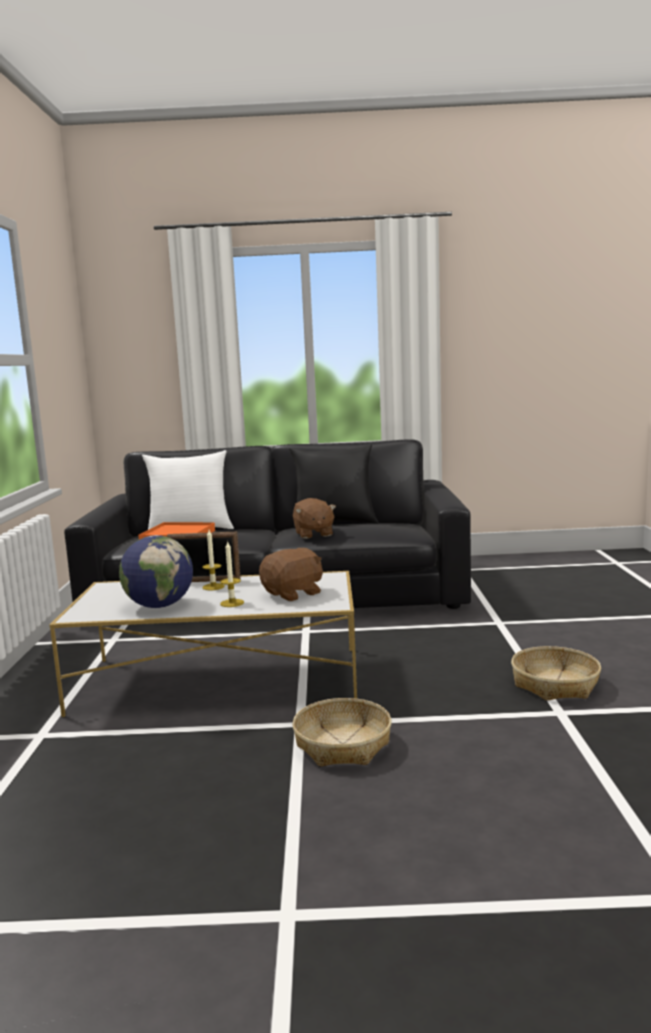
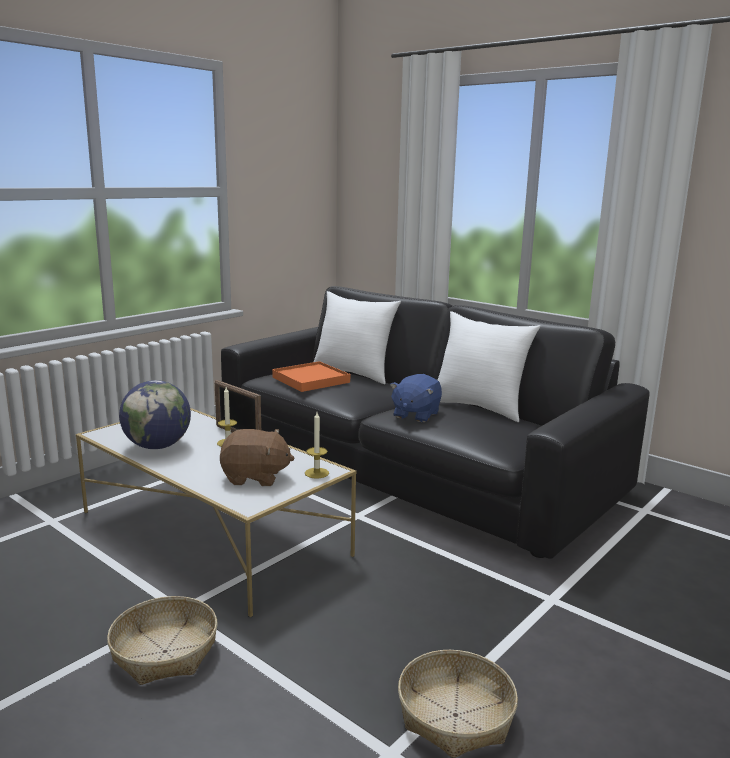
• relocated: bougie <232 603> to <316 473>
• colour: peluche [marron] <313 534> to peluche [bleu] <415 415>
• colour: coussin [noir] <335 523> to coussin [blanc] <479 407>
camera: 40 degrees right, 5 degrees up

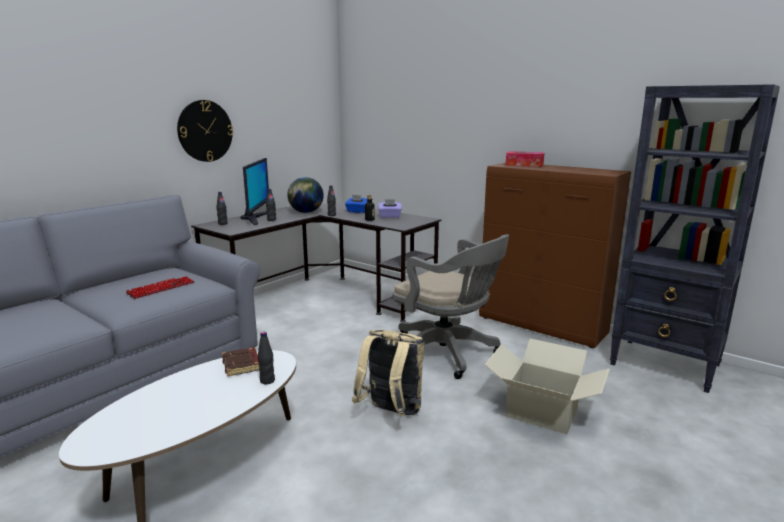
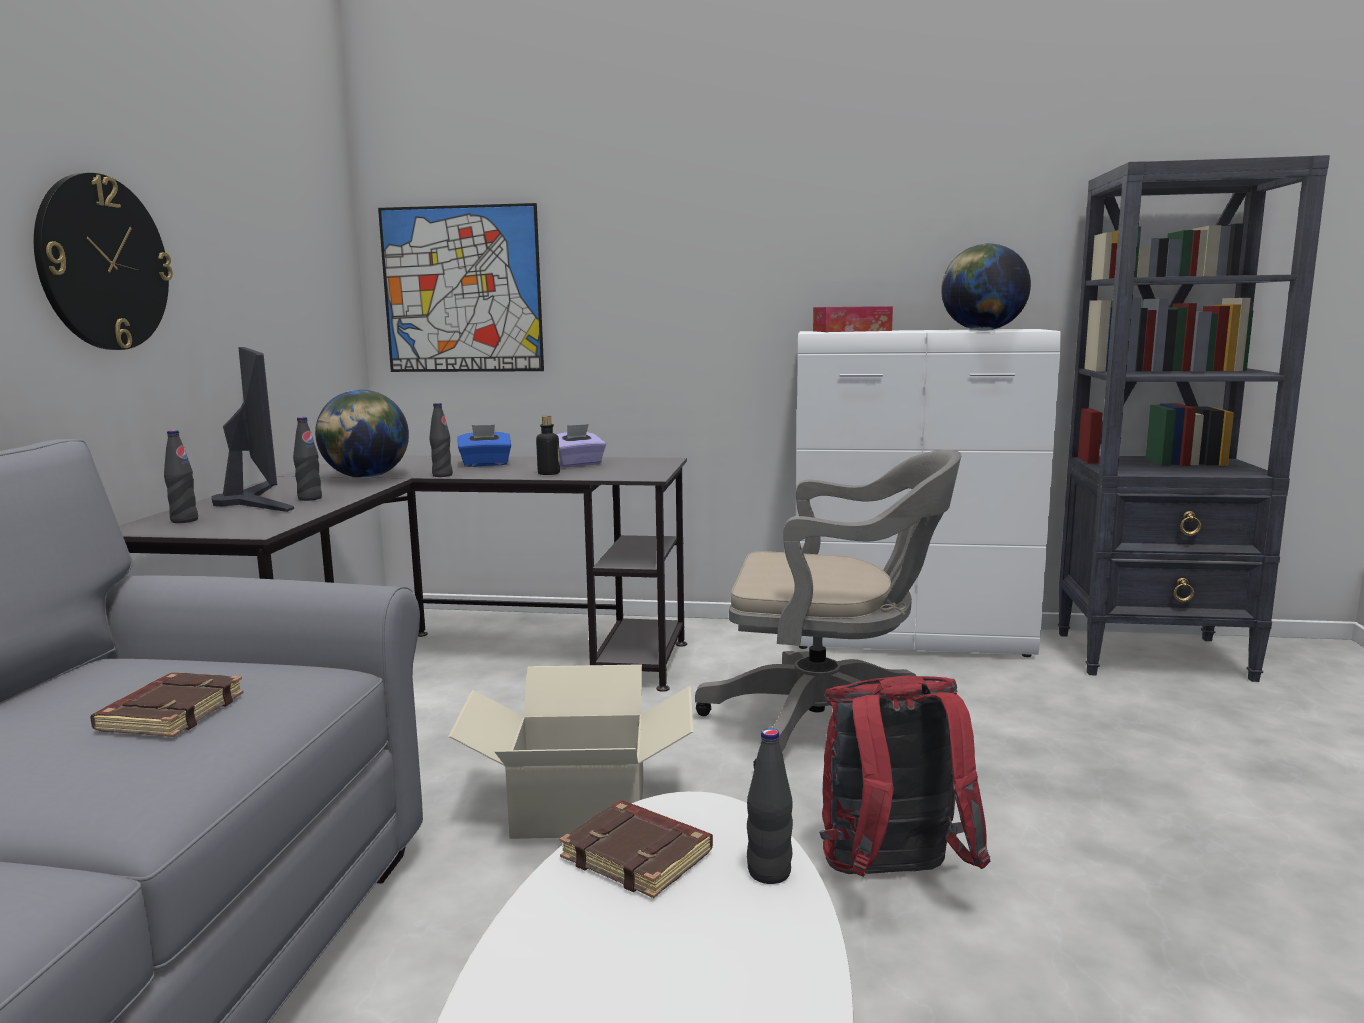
• exchanged: clavier <161 288> to livre [marron] <171 713>
• appeared: tableau <462 290>
• relocated: carton <542 412> to <580 808>
• colour: meuble de rangement [marron] <542 326> to meuble de rangement [blanc] <912 641>
• colour: sac à dos [beige] <391 413> to sac à dos [rouge] <891 877>
• appeared: globe <982 330>
camera: 30 degrees left, 5 degrees down

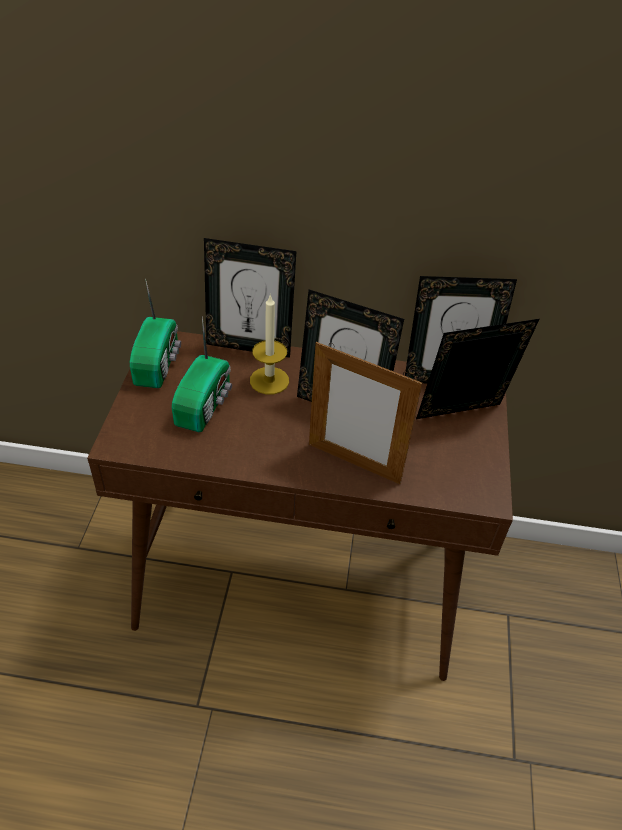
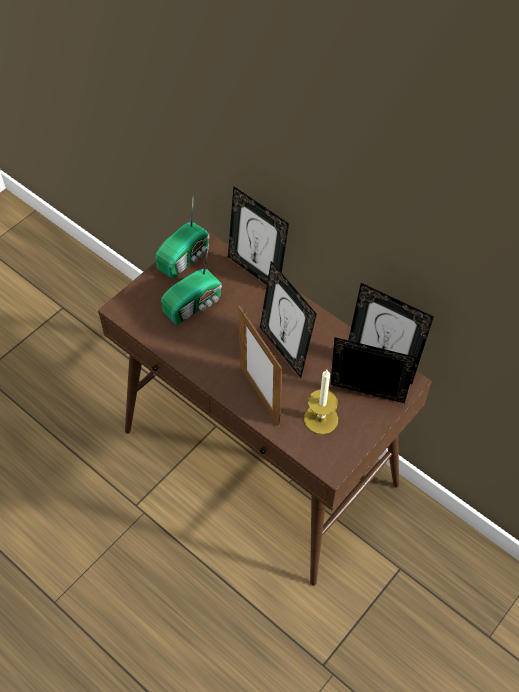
• relocated: bougie <269 380> to <321 419>
camera: 35 degrees right, 10 degrees up

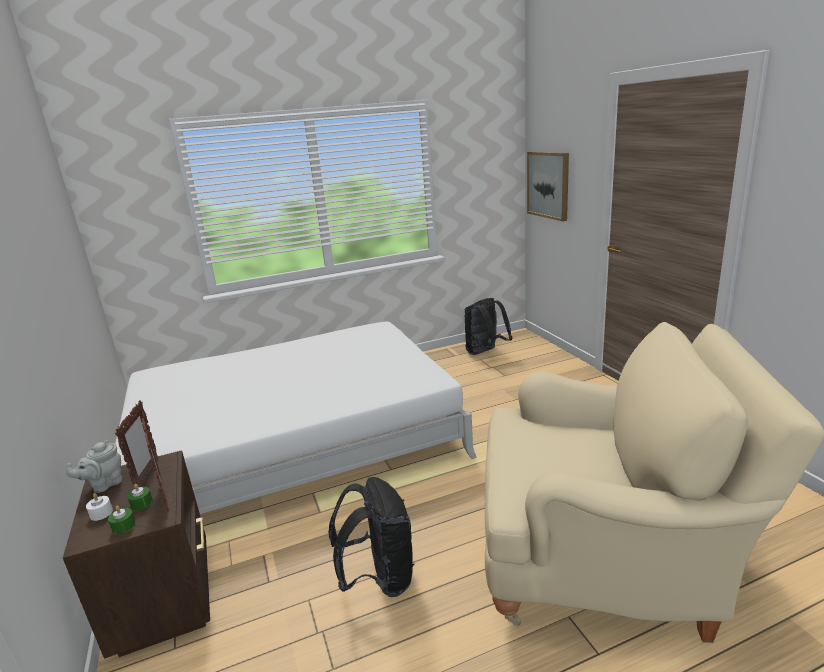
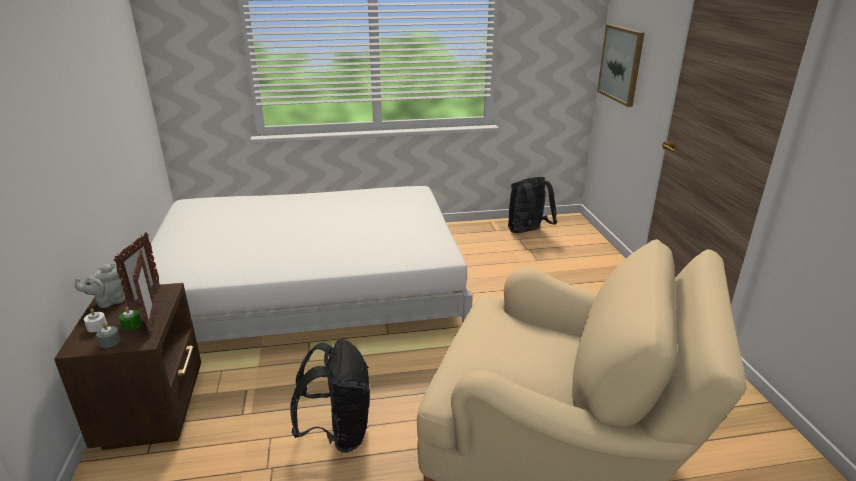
• colour: bougie [vert] <123 526> to bougie [gris] <110 342>
camera: 10 degrees right, 5 degrees up

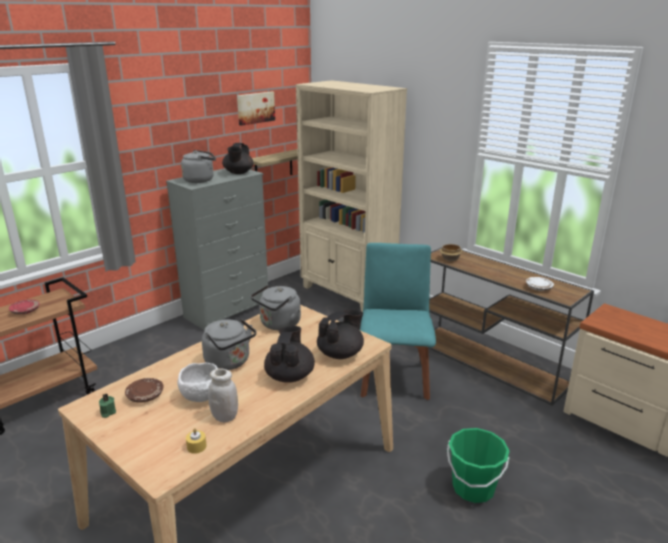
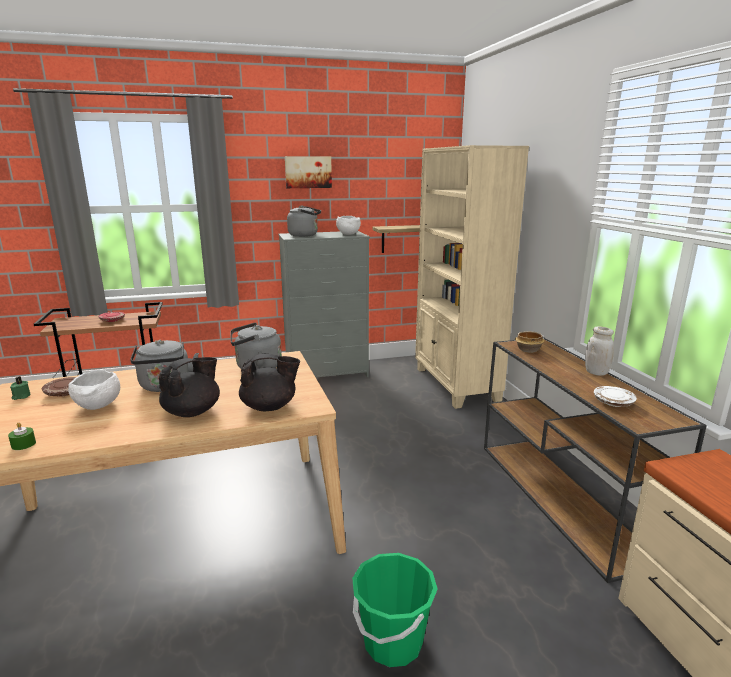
• colour: bougie [jaune] <196 446> to bougie [vert] <23 444>
• relocated: tableau <255 108> to <308 172>
• exchanged: théière [noir] <238 173> to bol [blanc] <347 234>
• relocated: bocal [blanc] <225 417> to <596 372>
• missing: chaise [turquoise] <394 377>
camera: 30 degrees right, 5 degrees down

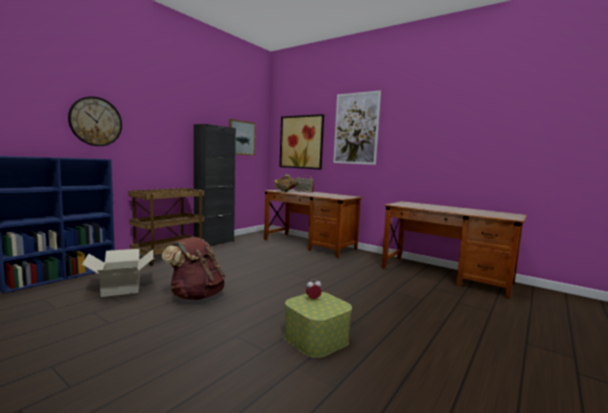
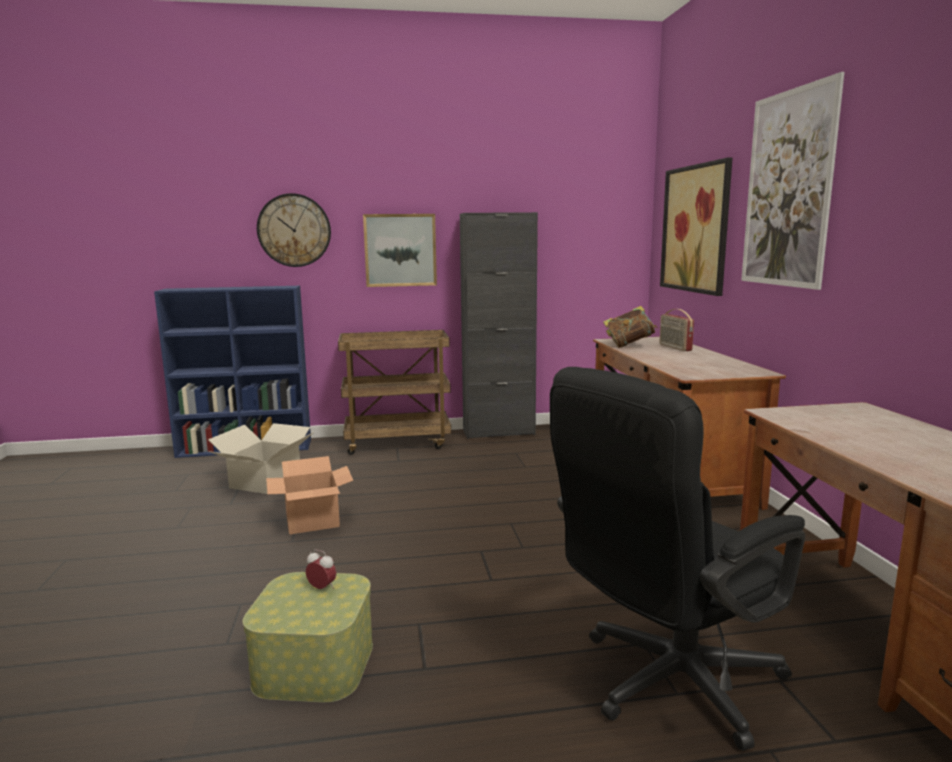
• exchanged: sac à dos [marron] <196 295> to carton <313 520>
• relocated: tableau <241 138> to <400 250>
• appeared: chaise de bureau [noir] <666 684>
camera: 45 degrees right, 5 degrees up

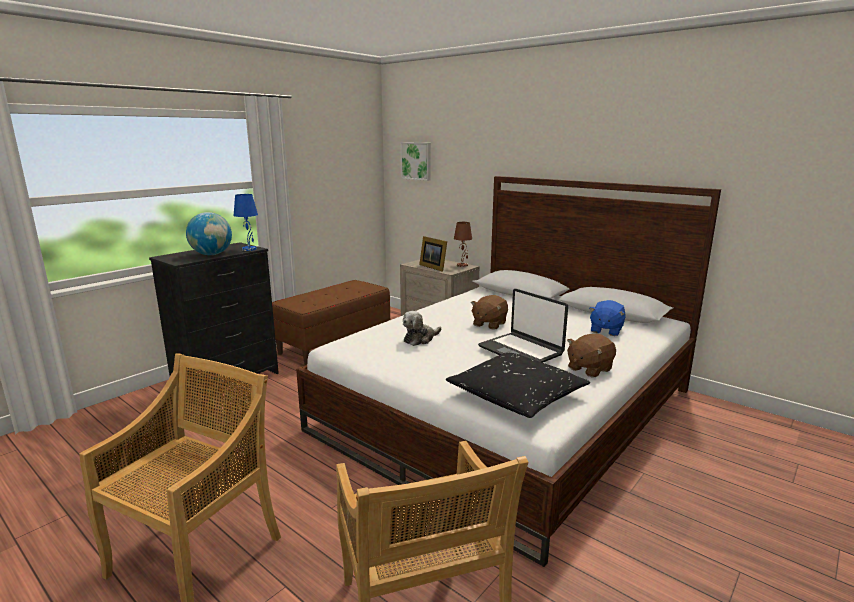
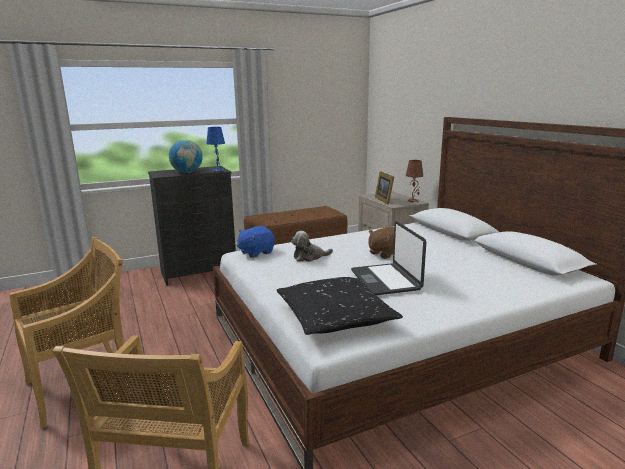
• relocated: peluche [bleu] <605 330> to <256 252>
• missing: tableau <416 161>
• missing: peluche [marron] <589 369>
camera: 25 degrees right, 0 degrees up

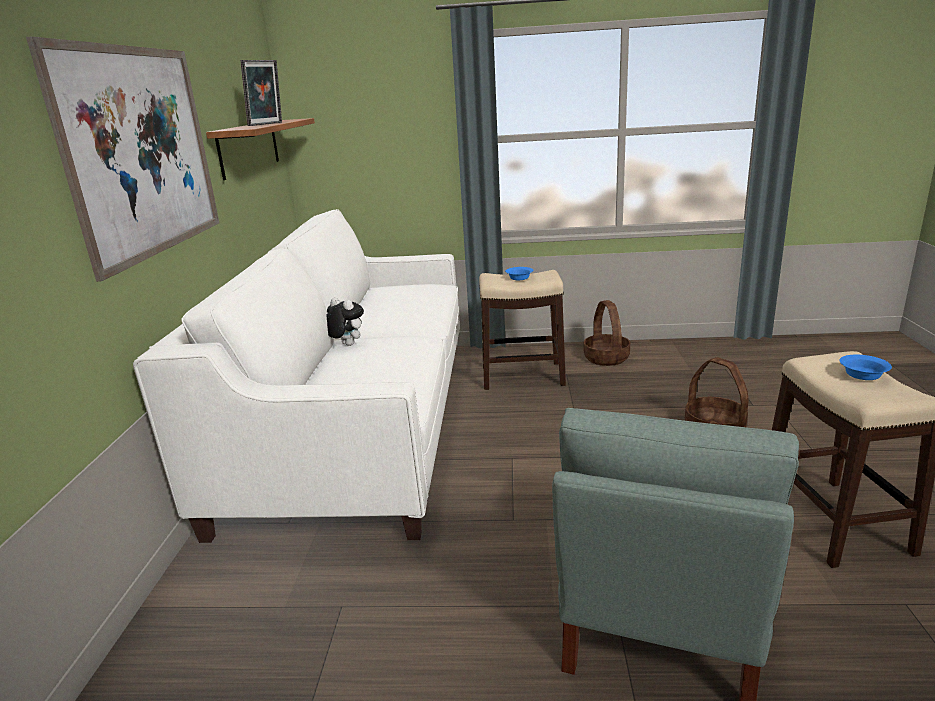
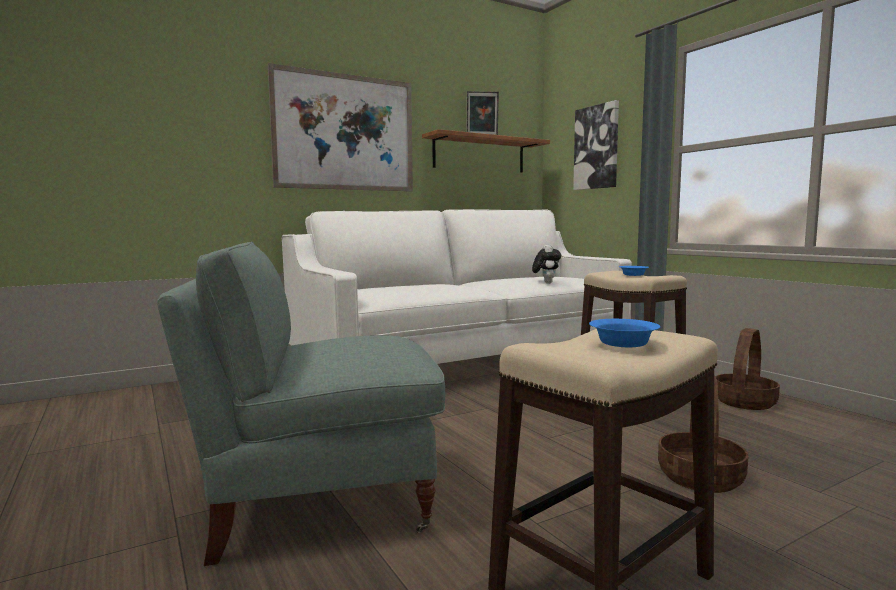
• relocated: peluche <345 345> to <546 283>
• appeared: tableau <596 147>
camera: 55 degrees right, 15 degrees down

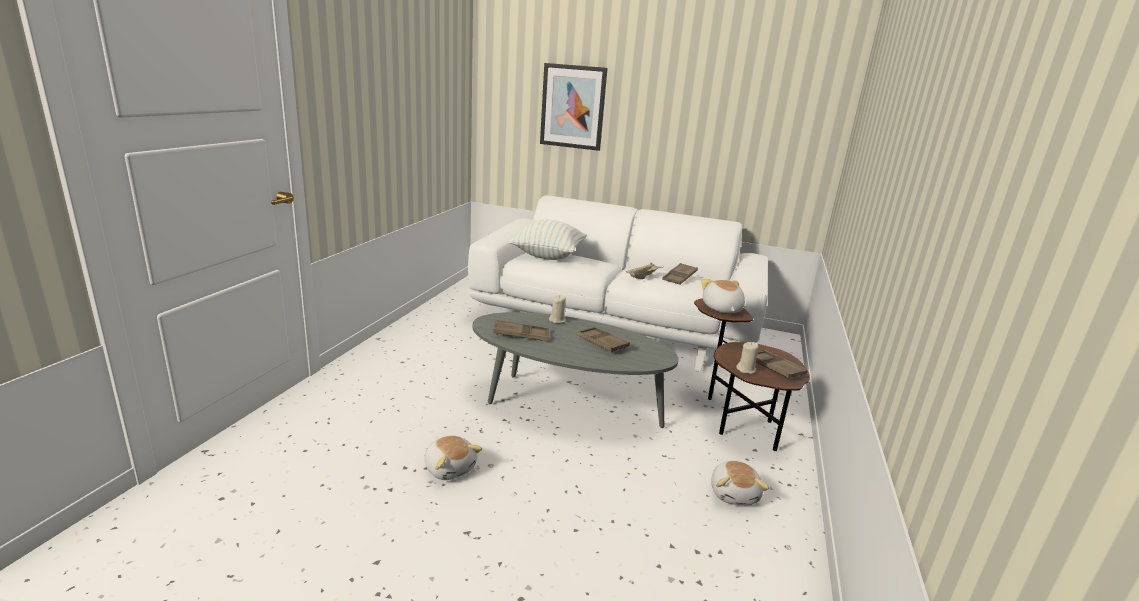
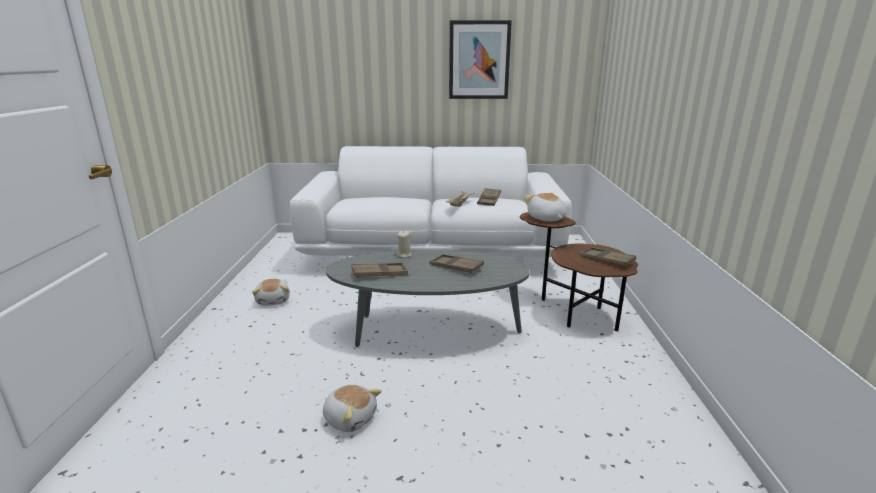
• relocated: peluche <734 493> to <274 300>
• relocated: tableau <573 107> to <479 60>
• missing: coussin <548 256>
• missing: bougie [beige] <746 370>
camera: 15 degrees left, 0 degrees up

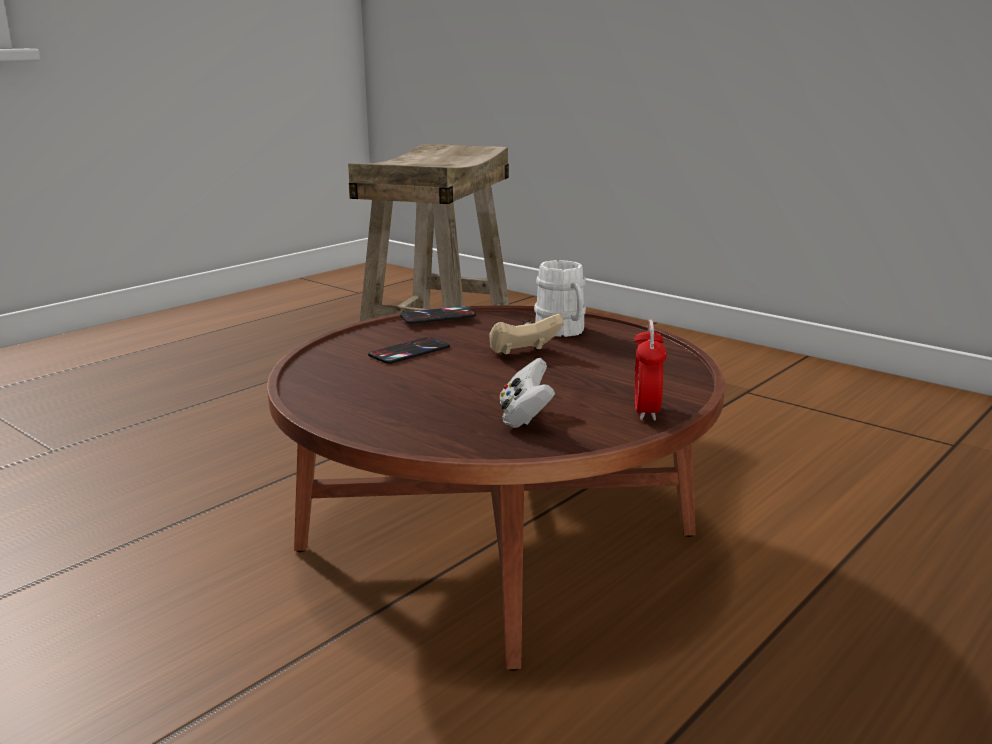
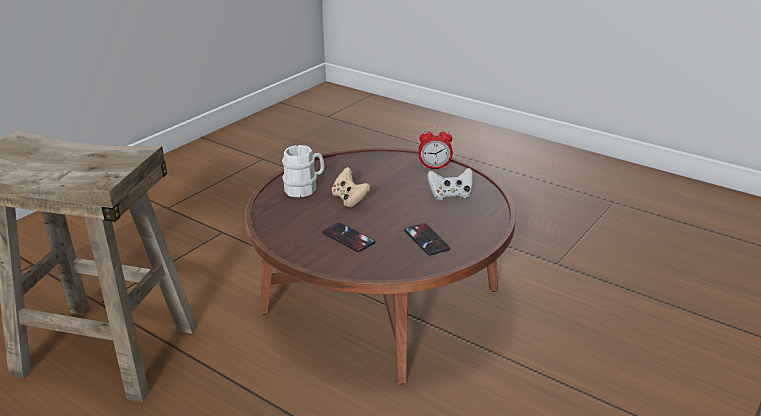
• relocated: téléphone <438 316> to <426 239>
camera: 95 degrees left, 10 degrees up

